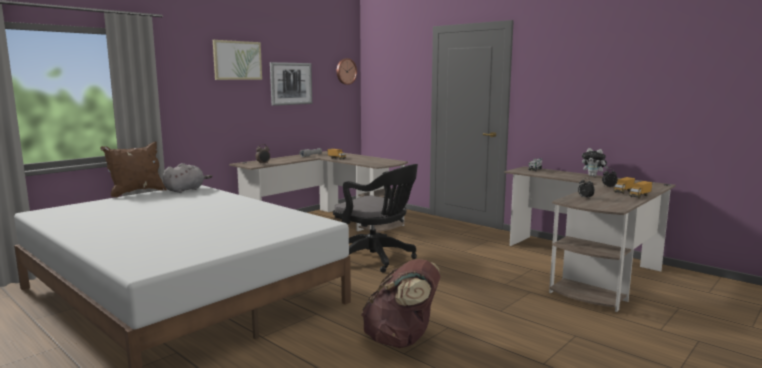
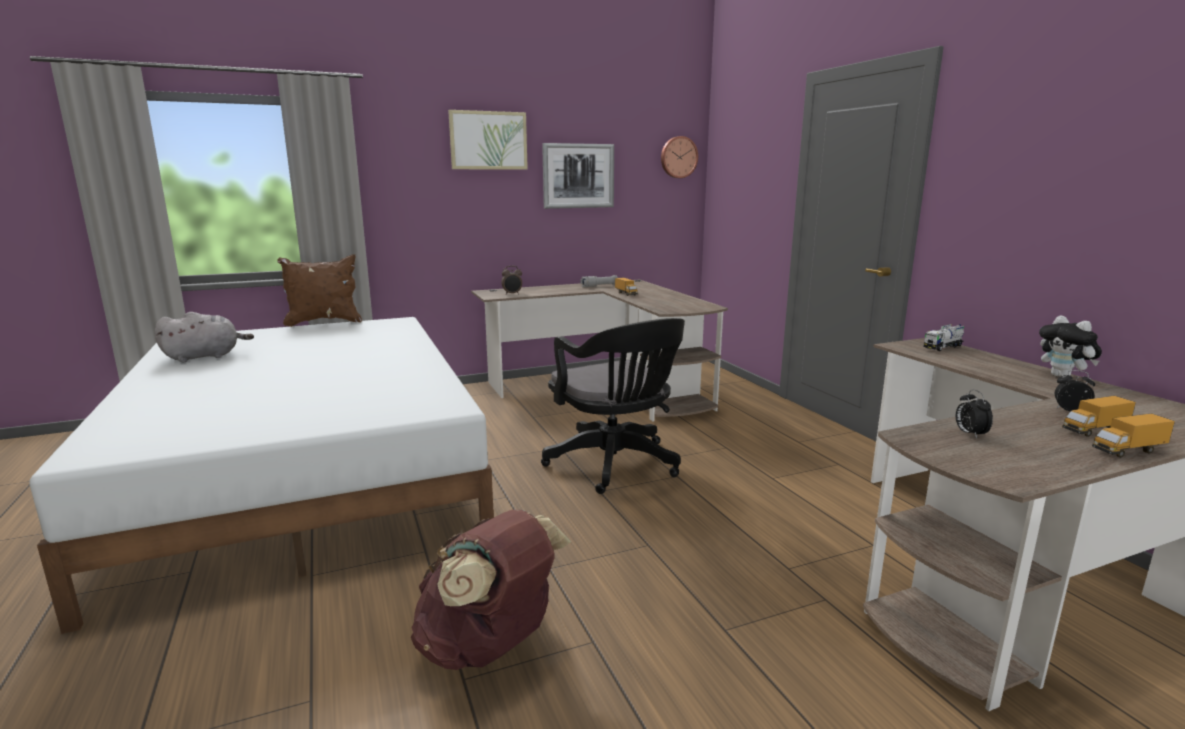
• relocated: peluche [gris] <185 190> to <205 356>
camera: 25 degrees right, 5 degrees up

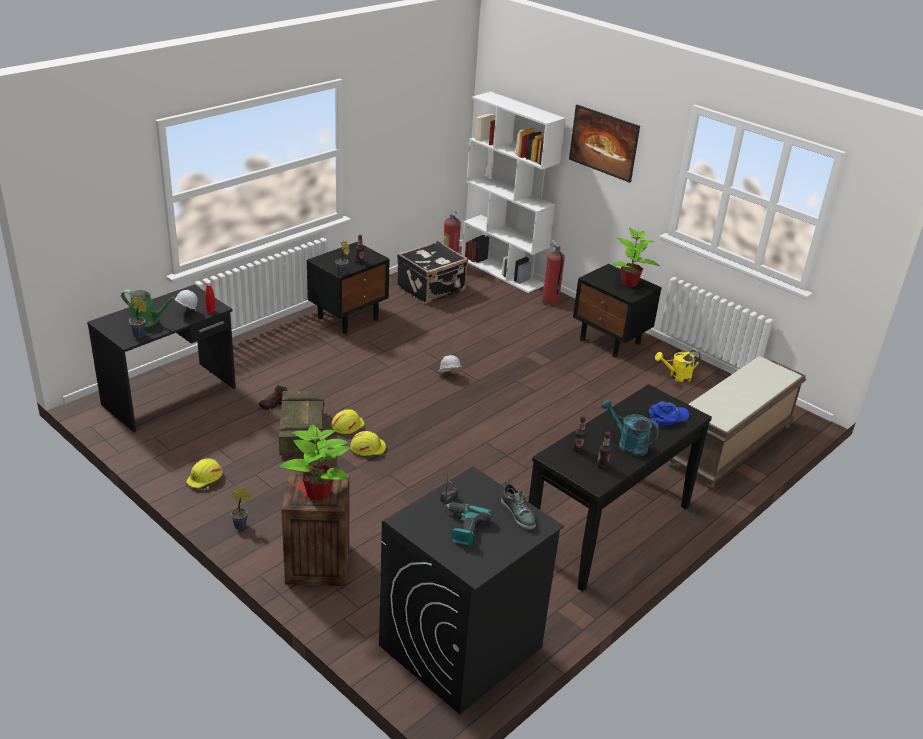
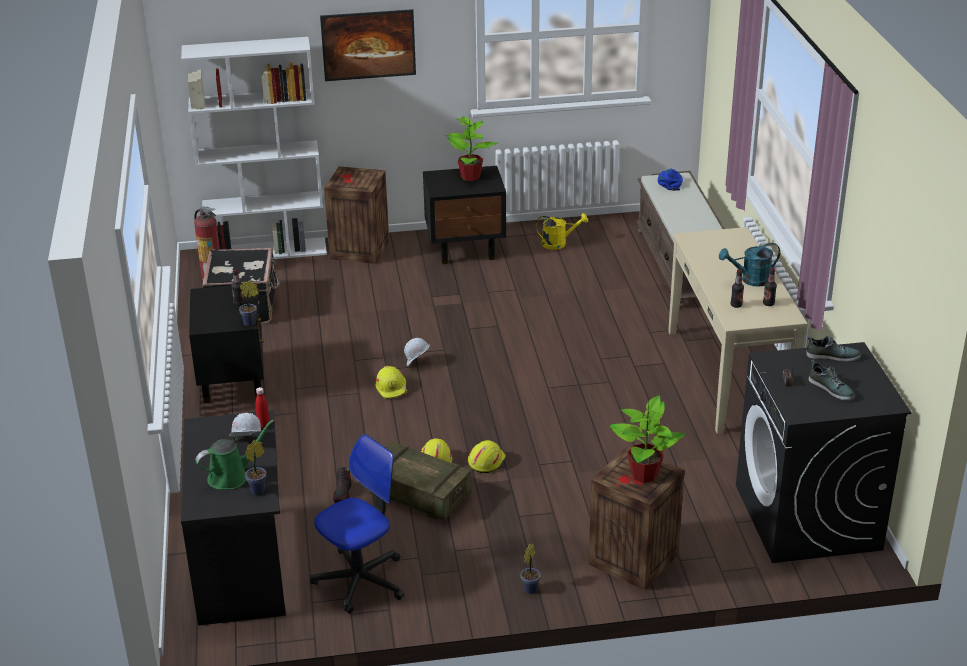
• appeared: chaise de bureau <360 580>
• exchanged: extincteur <550 302> to caisse <358 250>
• relocated: casque de chantier [jaune] <205 480> to <392 388>
• spun: arrosoir [jaune] <676 376> = <558 243> 120 degrees counterclockwise
• relocated: casquette [bleu] <667 417> to <670 182>
• colour: table console [noir] <609 528> to table console [beige] <728 376>
• exchanged: perceuse <463 528> to chaussure <831 388>
camera: 50 degrees left, 0 degrees up

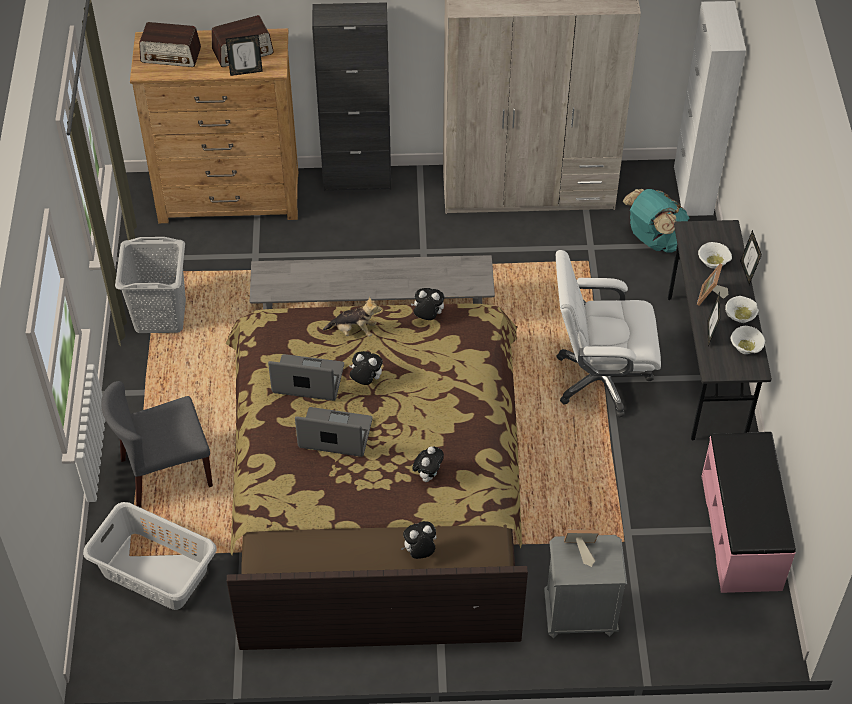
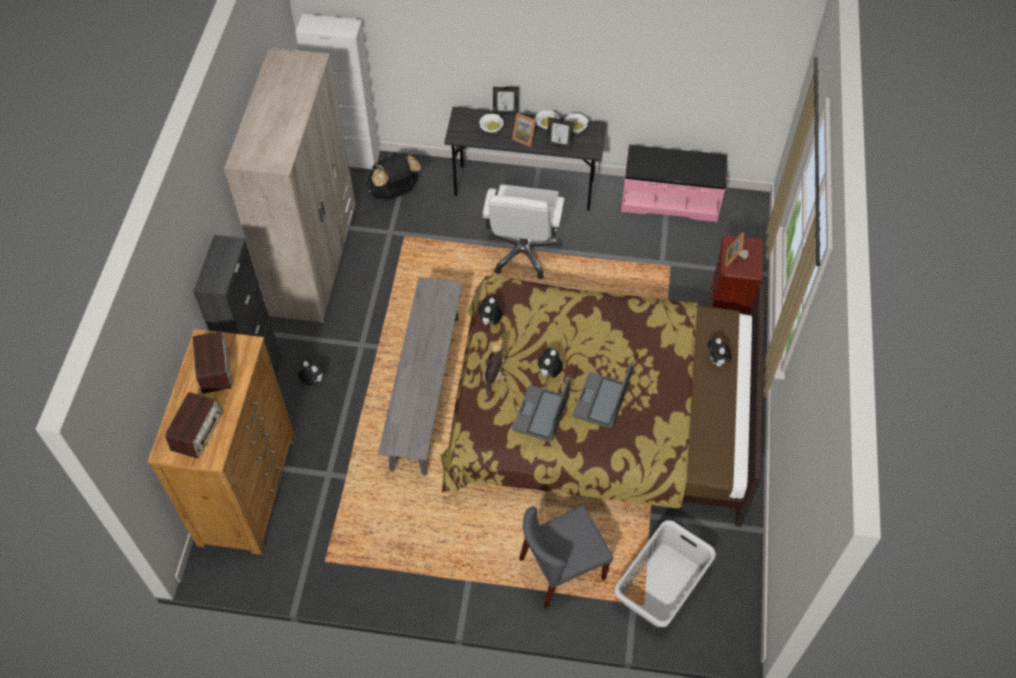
• relocated: peluche <428 475> to <312 380>
• colour: sac à dos [turquoise] <654 240> to sac à dos [noir] <394 192>
• spun: chaise [gris] <165 473> = <561 569> 75 degrees clockwise
• colour: table de chevet [gris] <579 616> to table de chevet [marron] <728 303>
• missing: panier à linge [gris] <161 315>
• missing: cadre photo <246 71>
camera: 80 degrees left, 5 degrees up

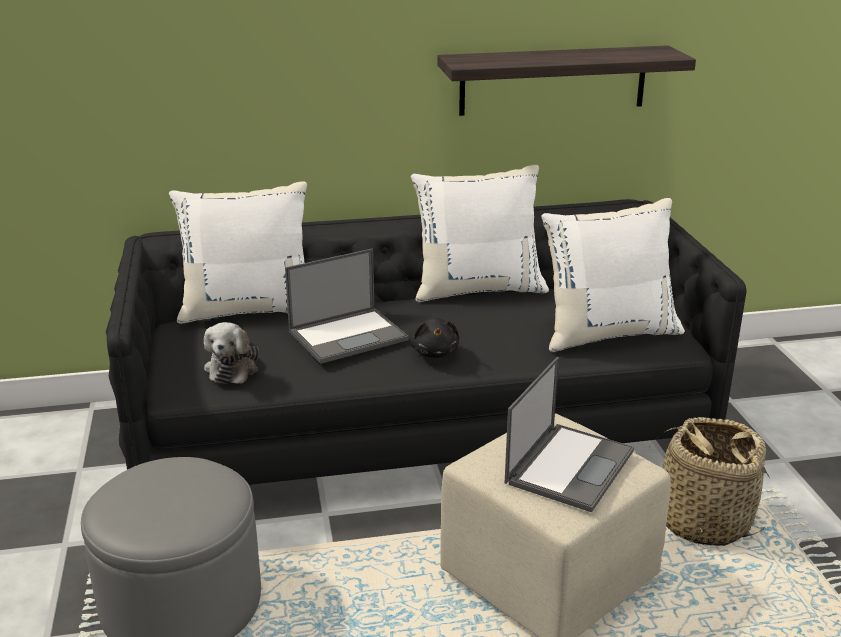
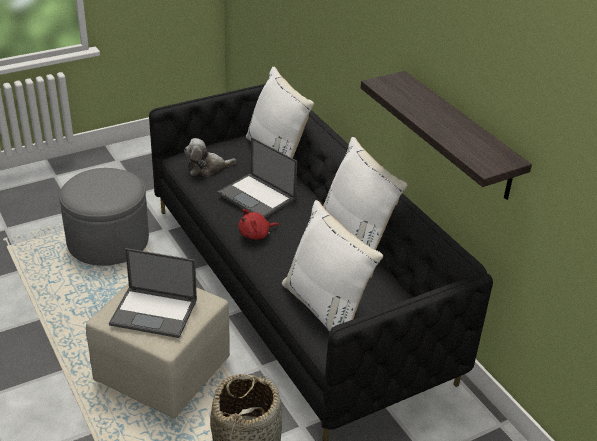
• colour: peluche [noir] <435 352> to peluche [rouge] <256 234>
camera: 70 degrees right, 10 degrees up

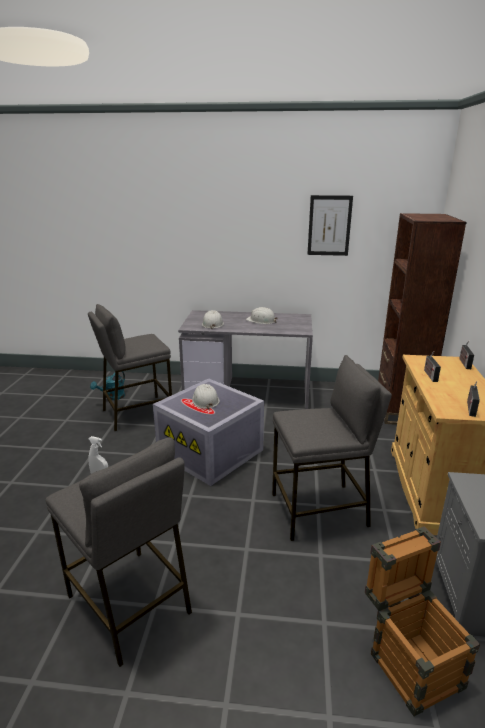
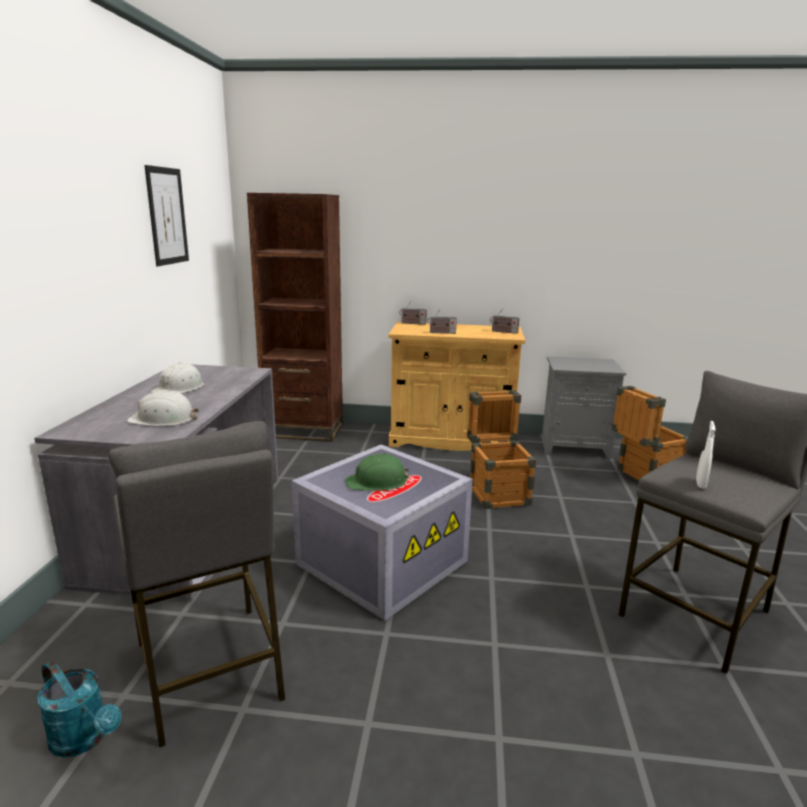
• colour: casque de chantier [blanc] <205 400> to casque de chantier [vert] <377 481>
• exchanged: tabouret [gris] <320 511> to caisse <497 491>
camera: 90 degrees left, 5 degrees down

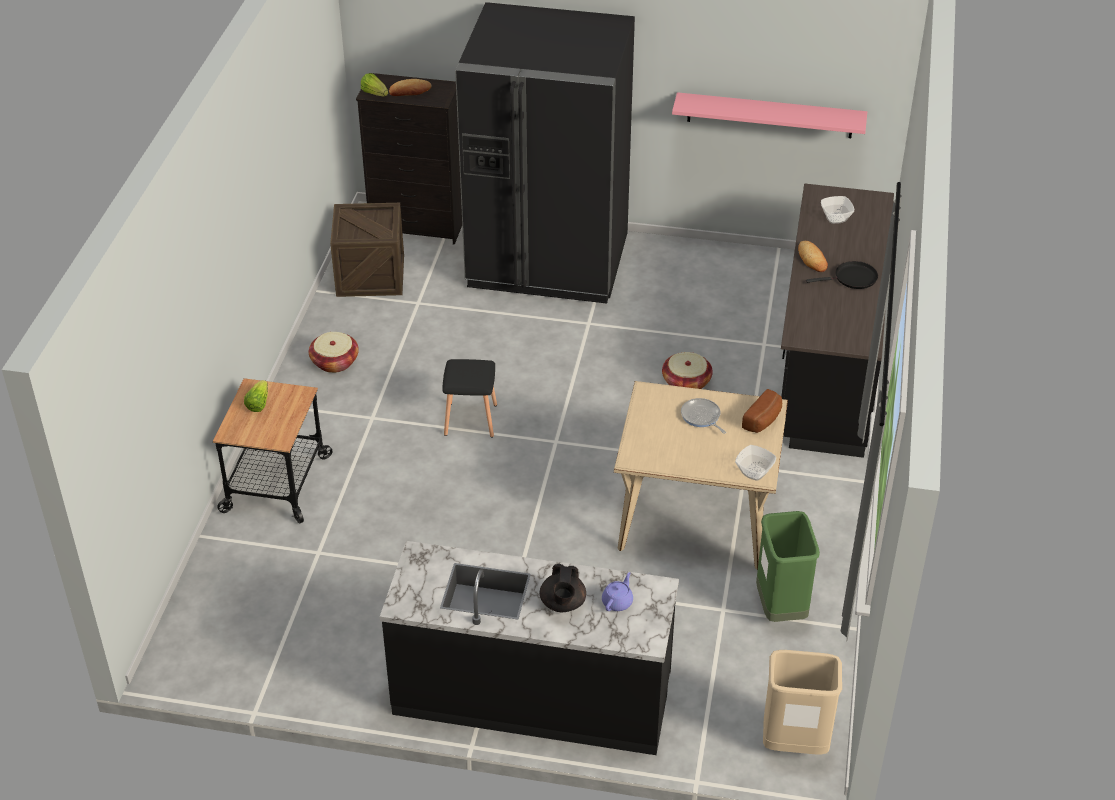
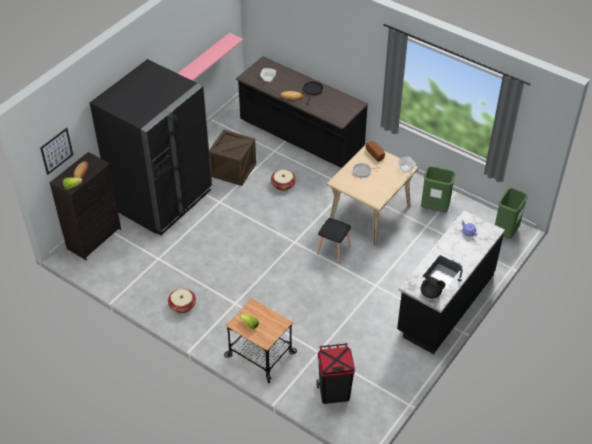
• appeared: tableau <56 151>
• relocated: caisse <370 275> to <233 170>
• appeared: poubelle [noir] <334 392>
• relocated: tabouret [noir] <470 419> to <333 250>
• relocated: théière [noir] <562 604> to <431 293>
• colour: poubelle [beige] <794 744> to poubelle [vert] <505 232>
camera: 65 degrees left, 5 degrees up

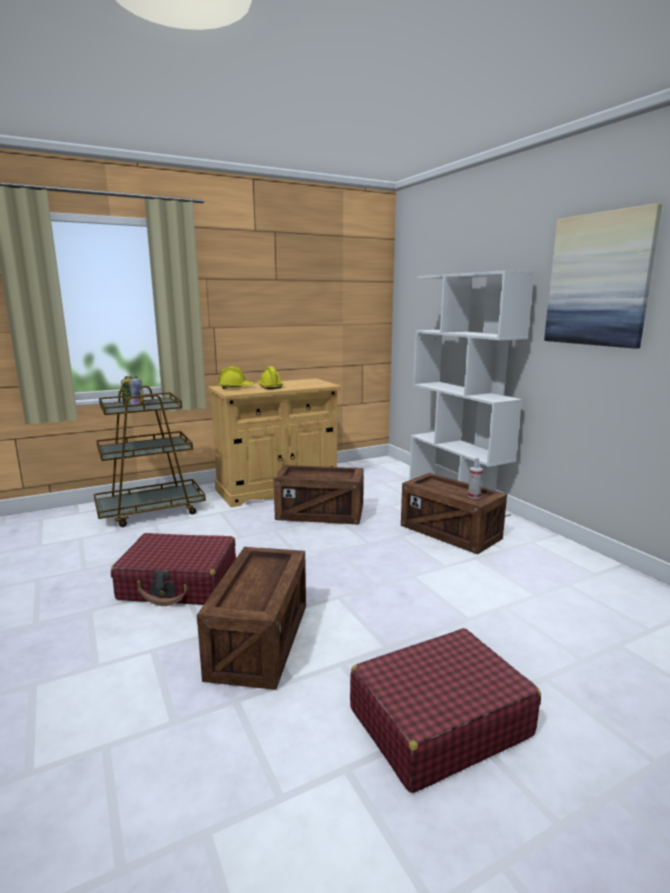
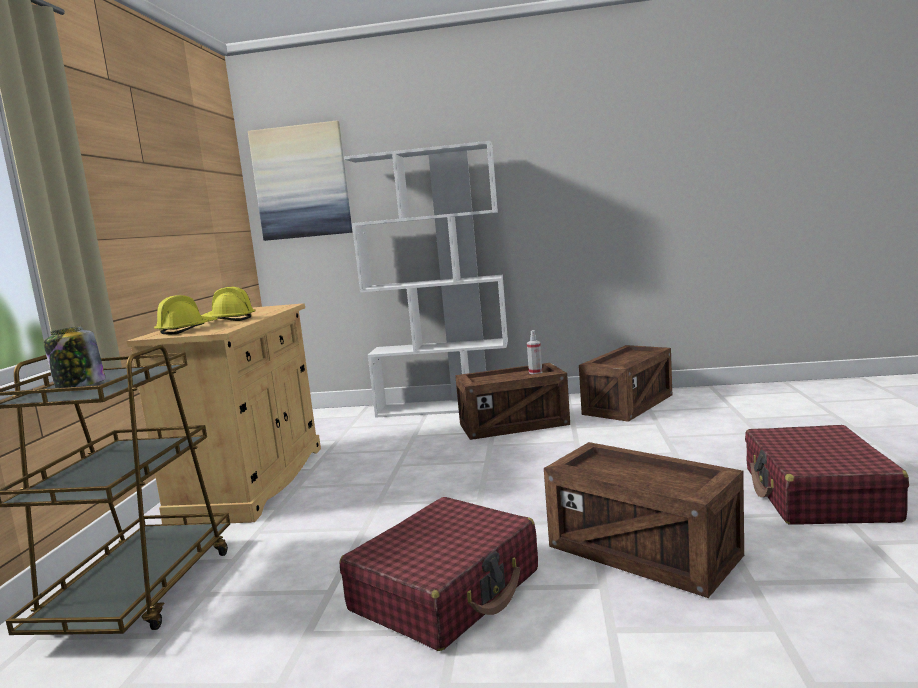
• relocated: tableau <598 280> to <301 182>
• relocated: caisse <320 514> to <628 405>
camera: 55 degrees left, 5 degrees down

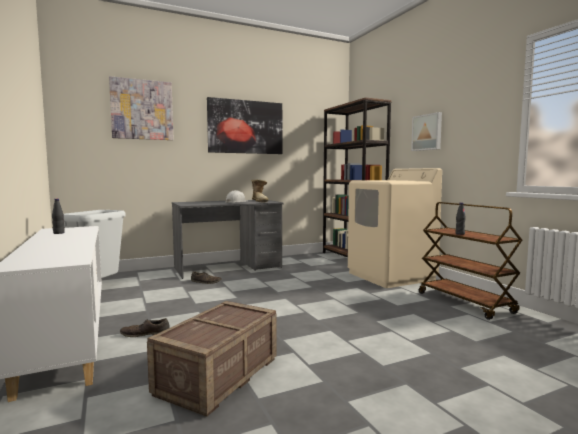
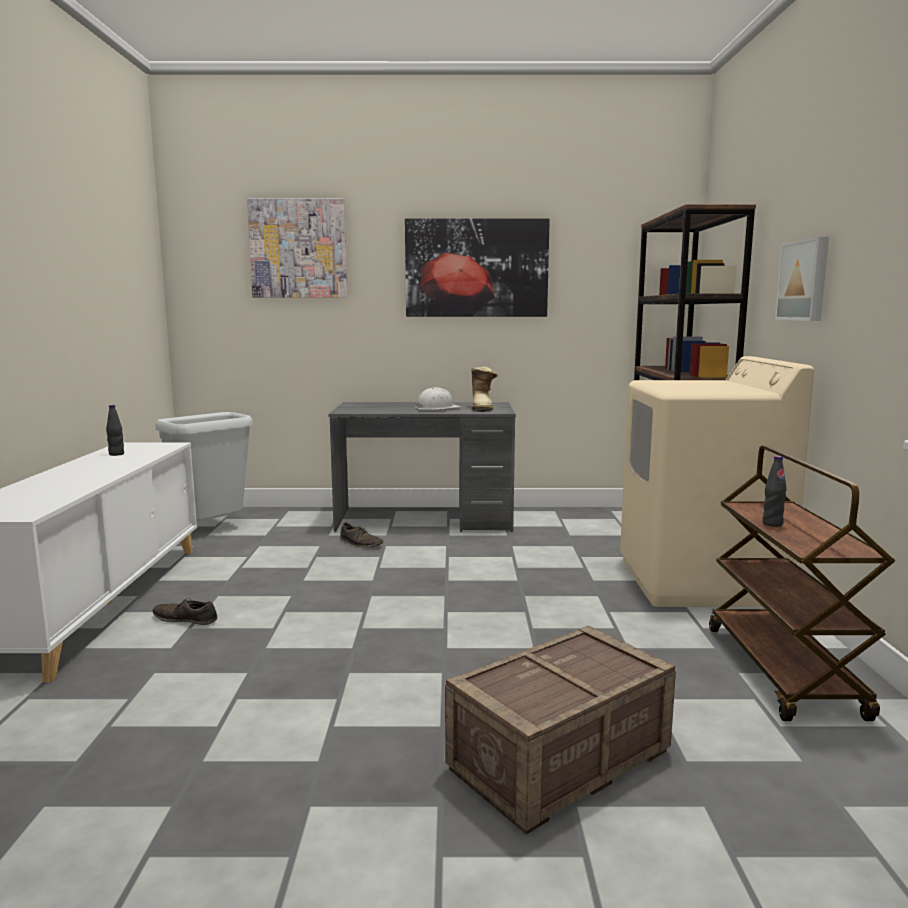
• relocated: caisse <219 376> to <560 761>
camera: 25 degrees right, 5 degrees up

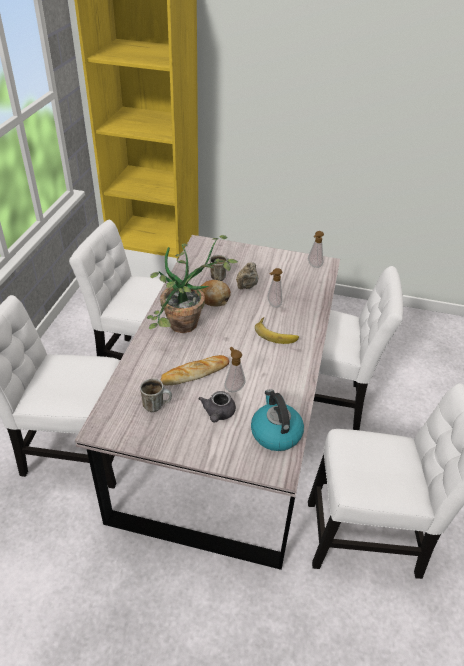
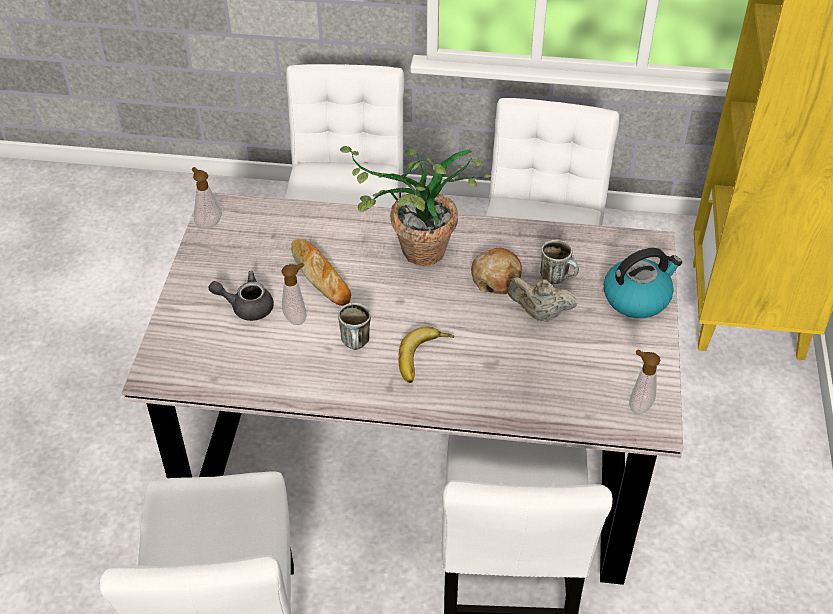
• relocated: distributeur de savon <272 304> to <208 223>
• relocated: mug <157 405> to <357 345>
• relocated: bouilloire <275 433> to <637 298>
camera: 85 degrees right, 5 degrees up

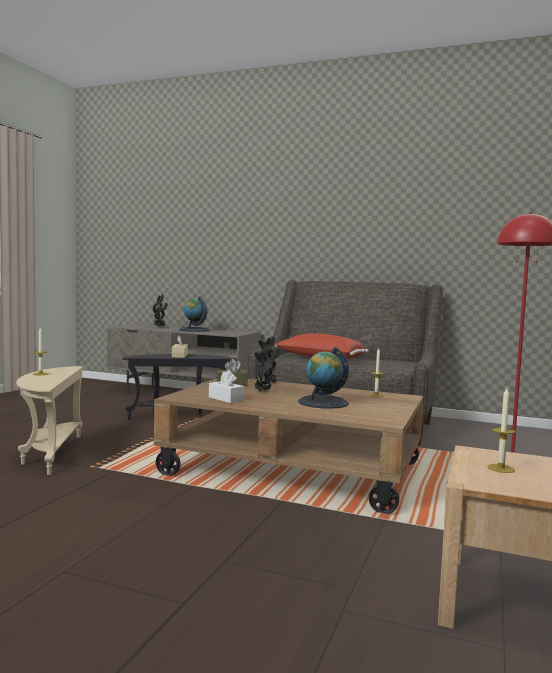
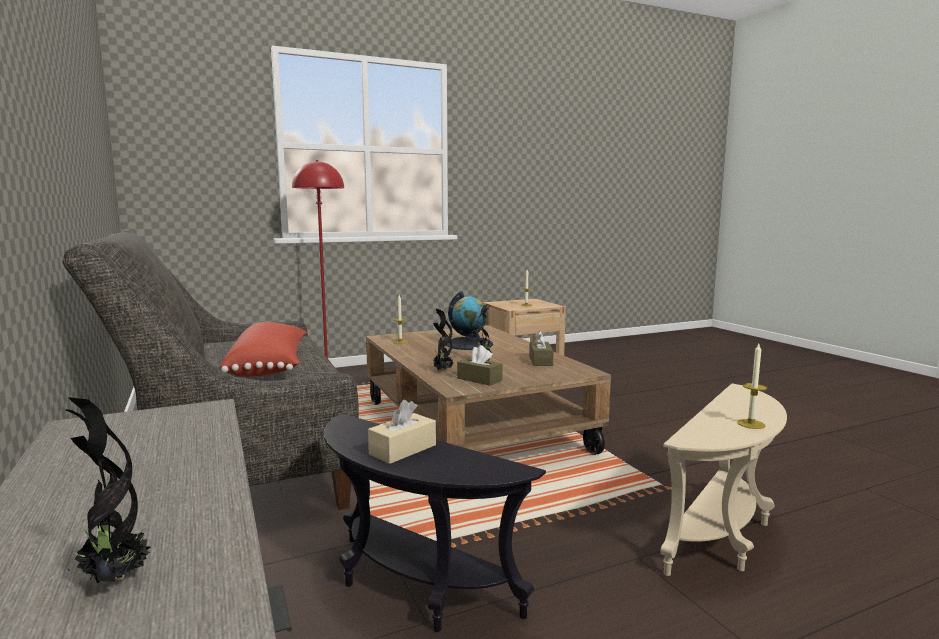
• colour: boîte à mouchoirs [blanc] <226 399> to boîte à mouchoirs [marron] <540 361>
• missing: globe <194 330>
camera: 135 degrees left, 5 degrees up

